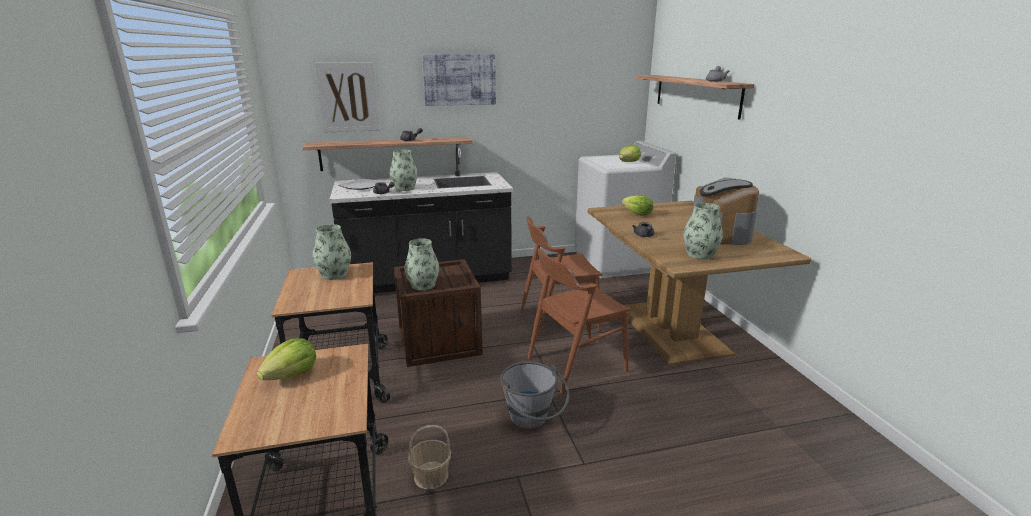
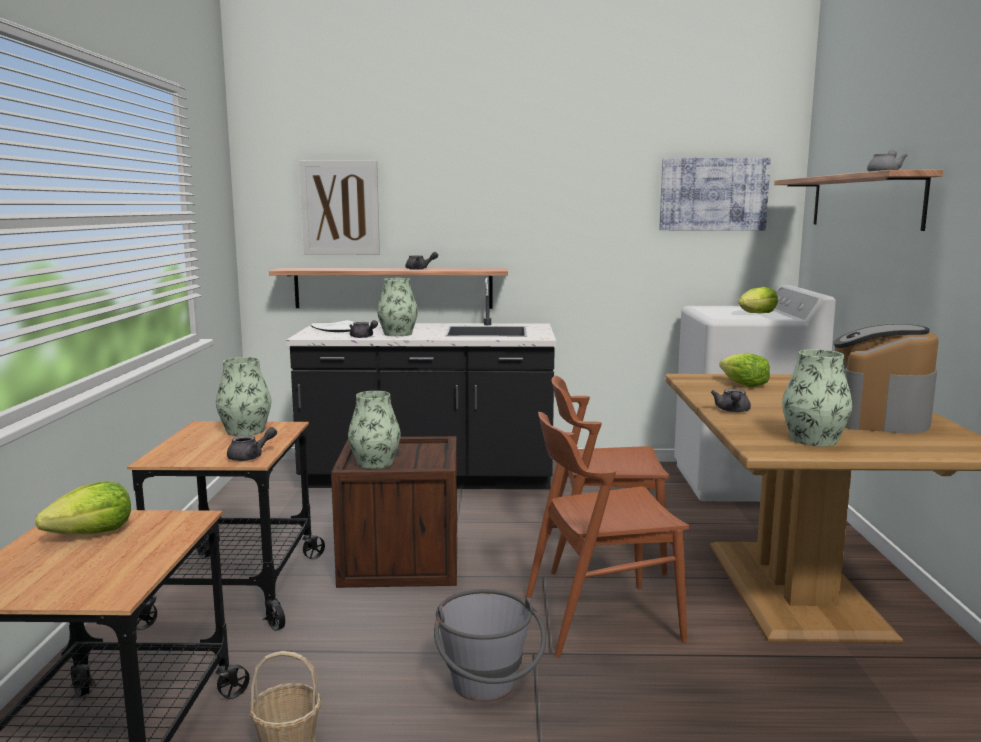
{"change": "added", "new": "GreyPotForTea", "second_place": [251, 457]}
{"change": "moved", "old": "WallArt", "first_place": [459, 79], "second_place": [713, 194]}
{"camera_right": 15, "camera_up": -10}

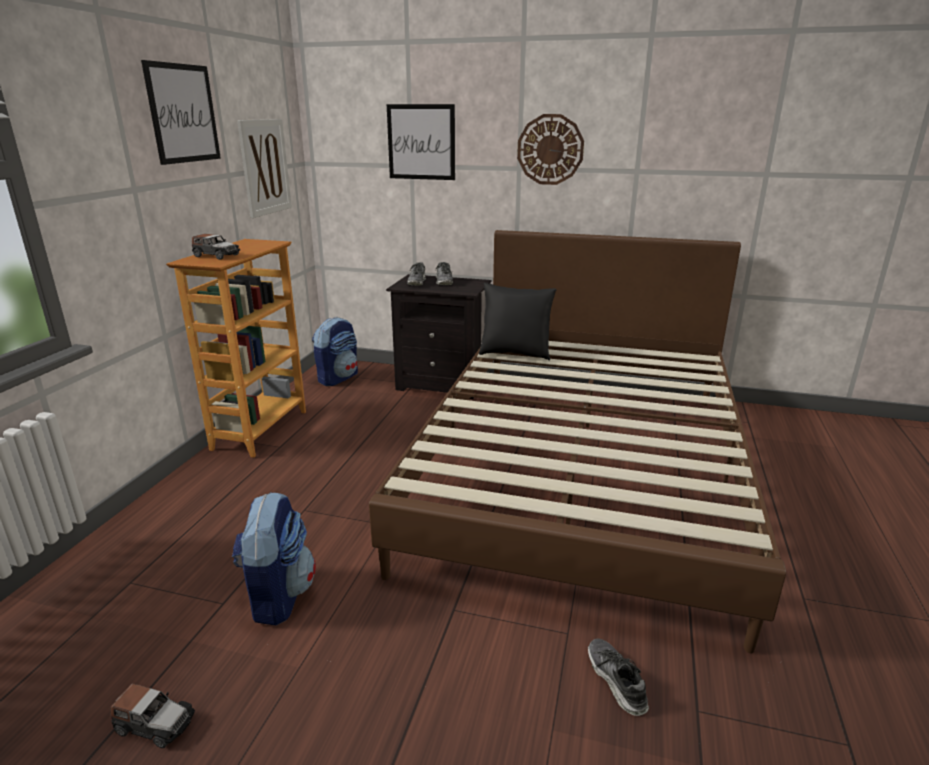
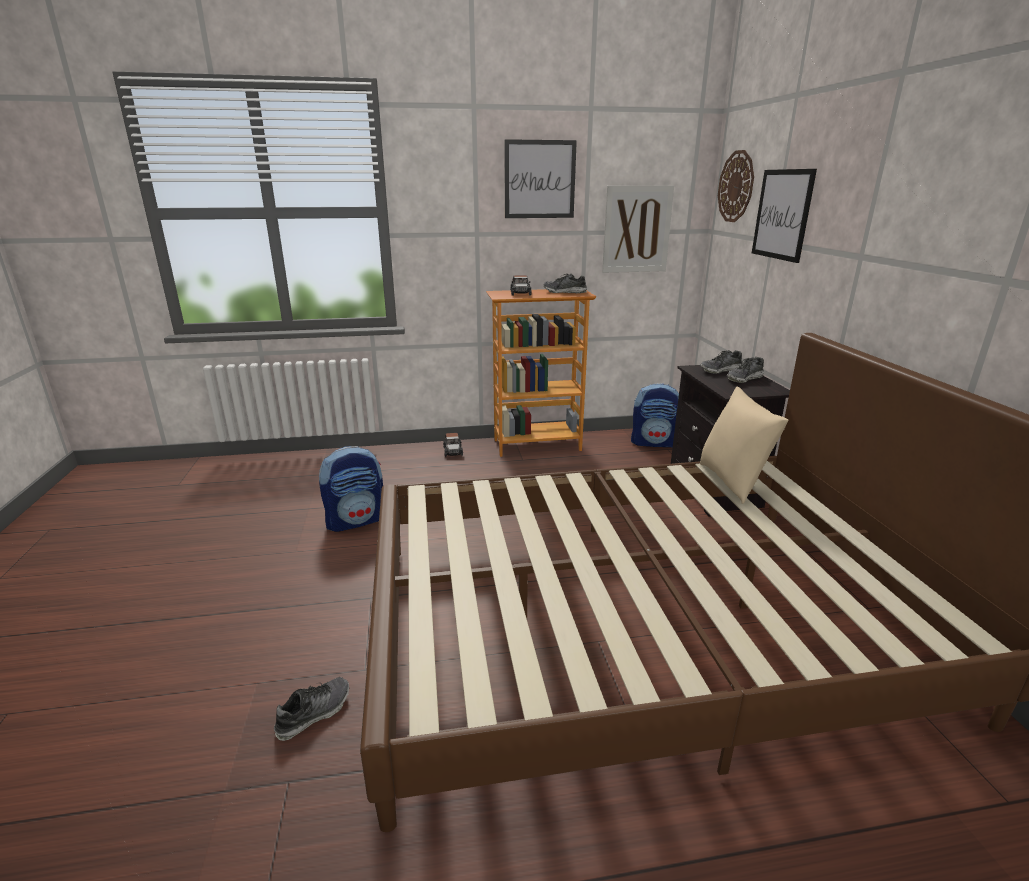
{"change": "added", "new": "LowShoe", "second_place": [565, 292]}
{"change": "moved", "old": "MiniatureCar", "first_place": [154, 724], "second_place": [453, 451]}
{"change": "moved", "old": "WallClock", "first_place": [550, 149], "second_place": [736, 186]}
{"change": "recoloured", "old": "BlackColouredPillow", "new": "BeigePillow", "first_place": [515, 353], "second_place": [732, 481]}
{"camera_right": 65, "camera_up": 0}

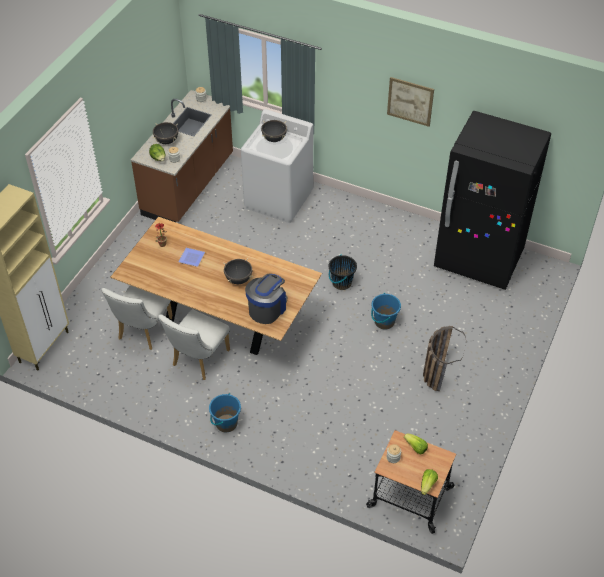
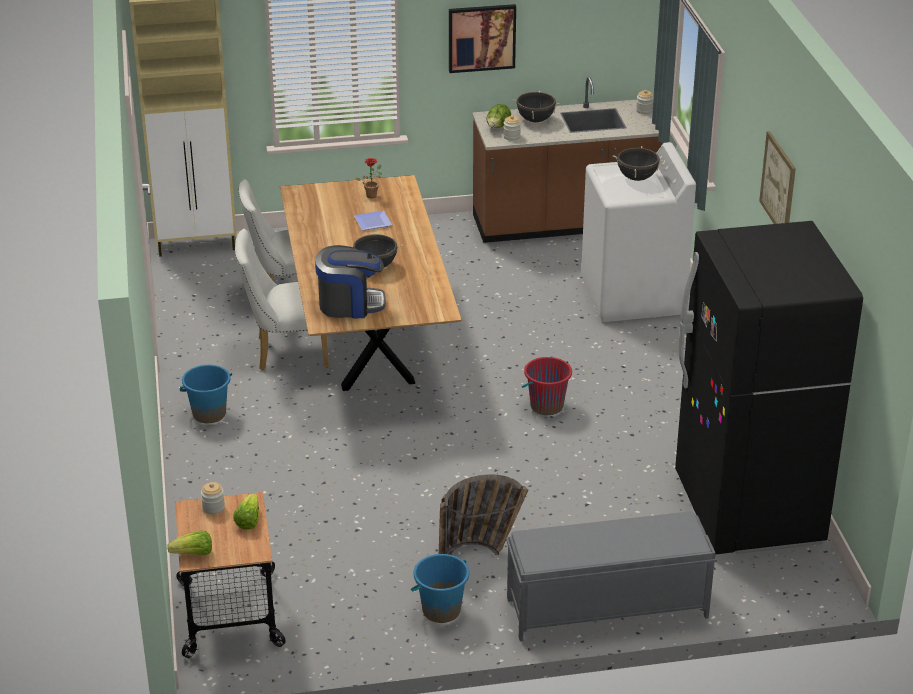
{"change": "added", "new": "WallArt", "second_place": [481, 37]}
{"change": "added", "new": "GreyIndoorBench", "second_place": [605, 608]}
{"change": "moved", "old": "BlueColouredPail", "first_place": [384, 322], "second_place": [441, 610]}
{"change": "recoloured", "old": "BlackColouredPail", "new": "RedPail", "first_place": [341, 283], "second_place": [546, 406]}
{"camera_right": 55, "camera_up": -15}

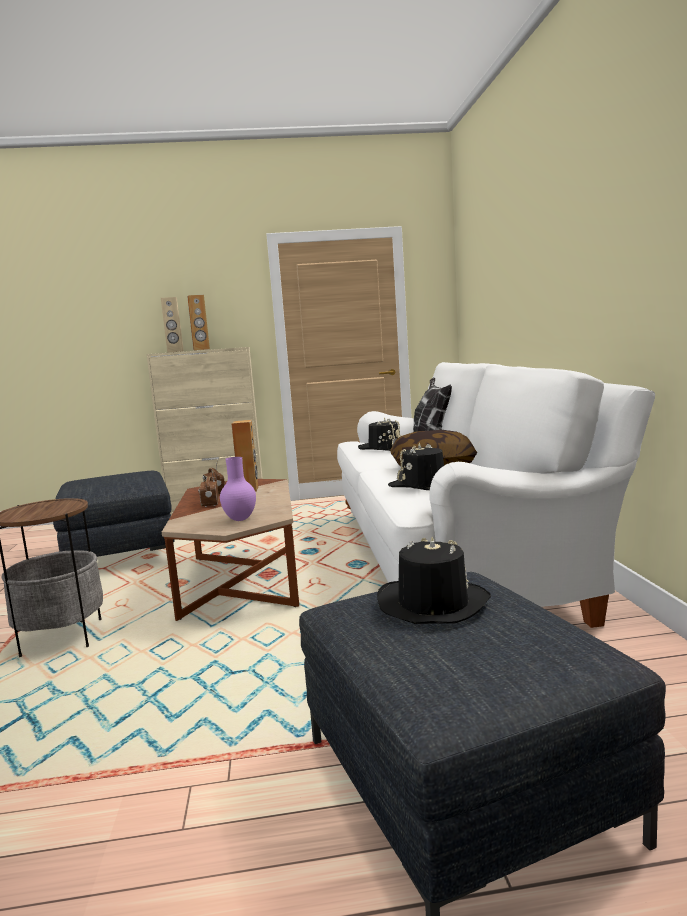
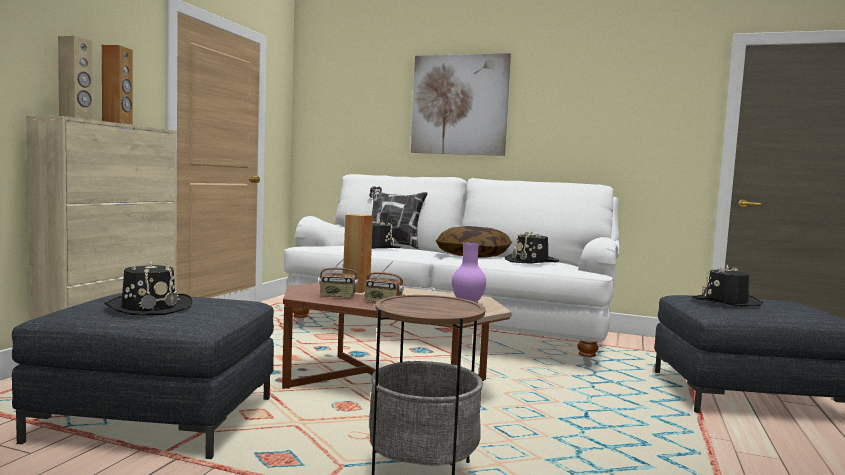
{"change": "added", "new": "BlackColouredHat", "second_place": [149, 307]}
{"change": "added", "new": "WallArt", "second_place": [459, 105]}
{"camera_right": -65, "camera_up": -5}

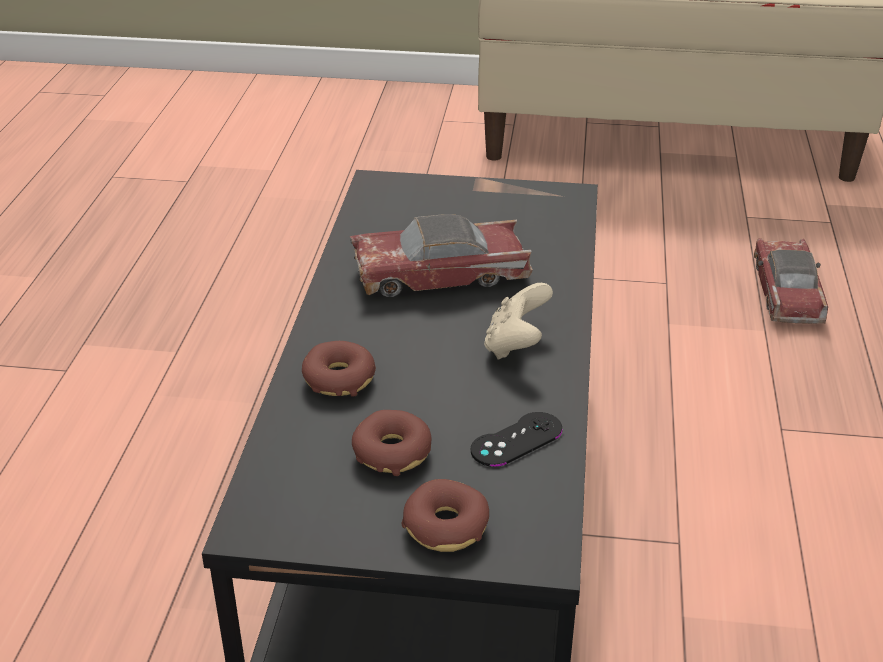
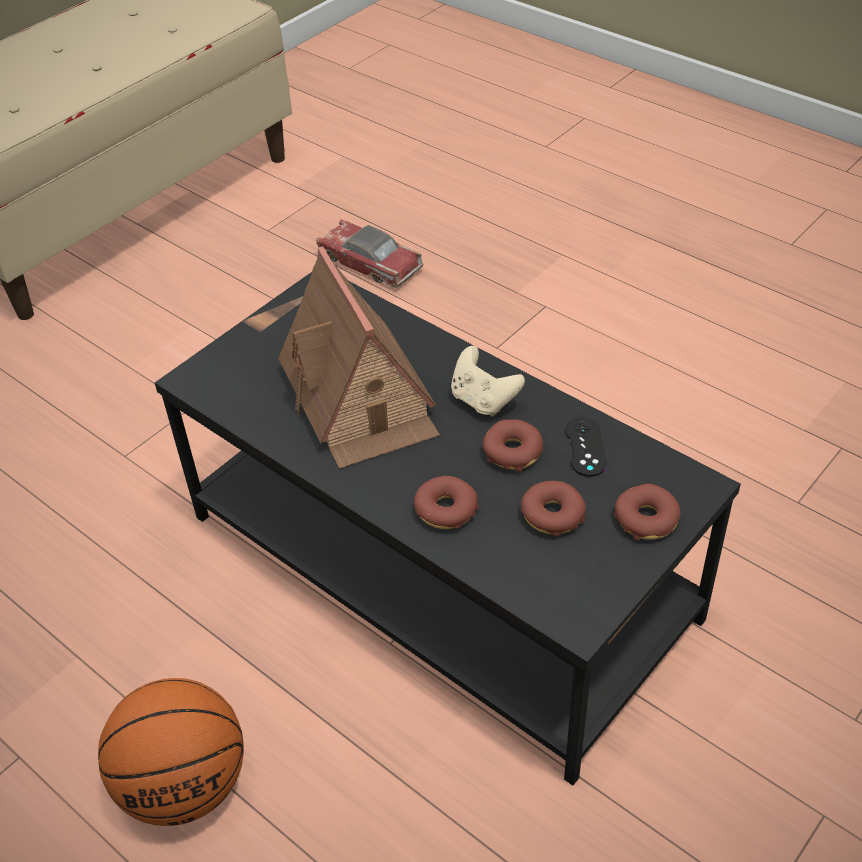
{"change": "added", "new": "Basketball", "second_place": [185, 784]}
{"change": "added", "new": "Donut", "second_place": [512, 452]}
{"change": "replaced", "old": "MiniatureCar", "new": "MiniatureHouse", "first_place": [440, 274], "second_place": [360, 399]}
{"camera_right": -55, "camera_up": 10}

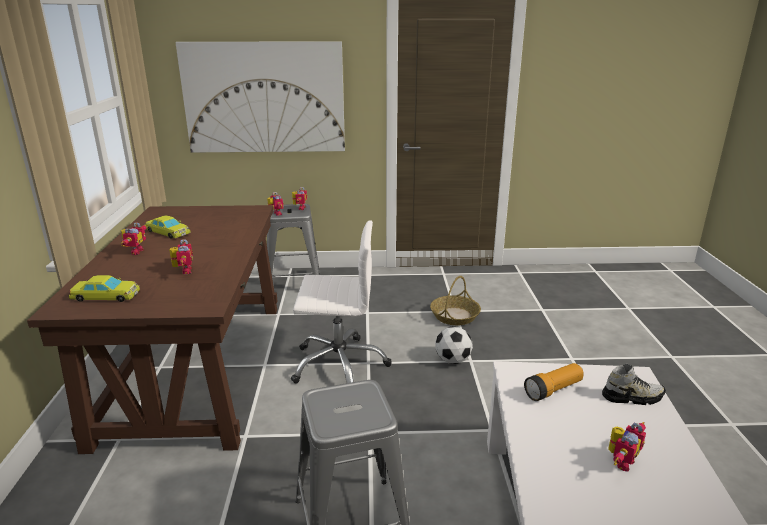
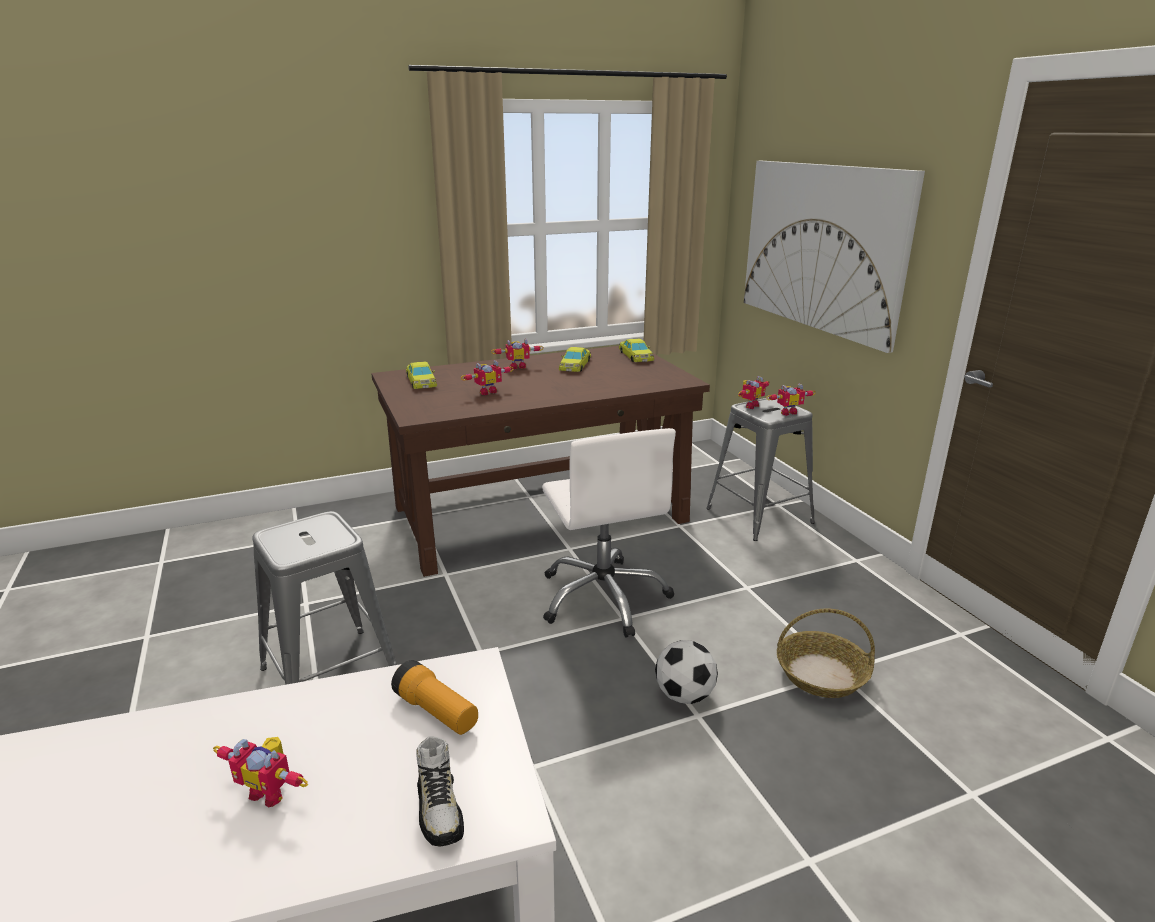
{"change": "added", "new": "YellowColouredMiniatureCar", "second_place": [636, 356]}
{"camera_right": 70, "camera_up": 0}

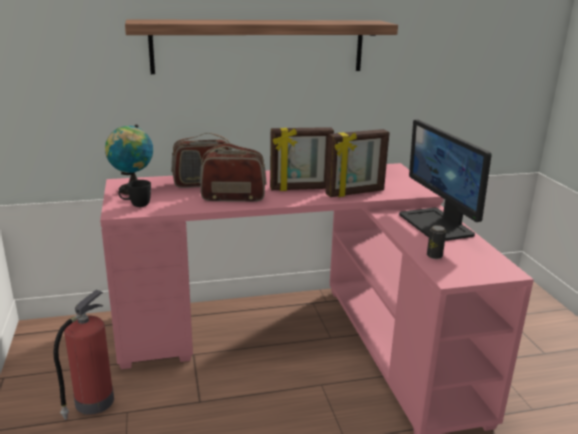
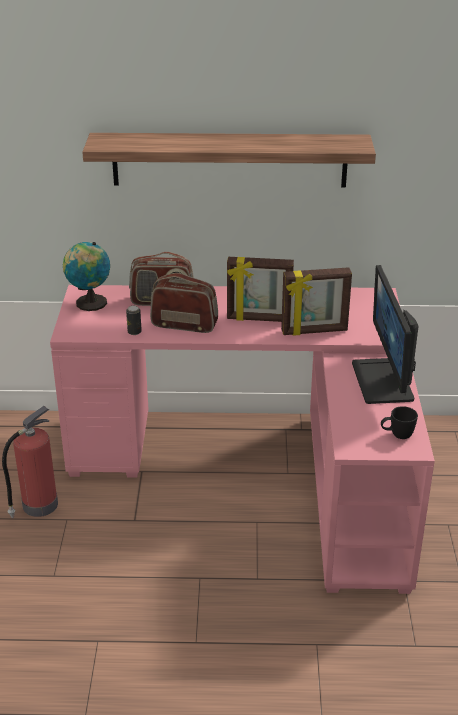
{"change": "moved", "old": "BlackColouredMug", "first_place": [136, 206], "second_place": [397, 435]}
{"change": "moved", "old": "Can", "first_place": [434, 256], "second_place": [134, 332]}
{"camera_right": 15, "camera_up": 10}

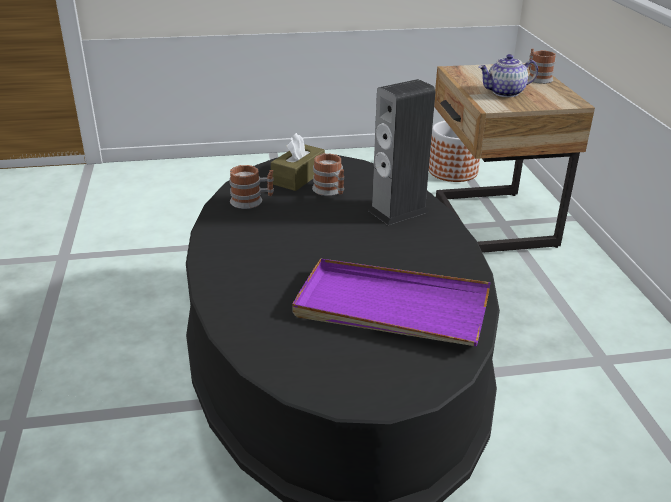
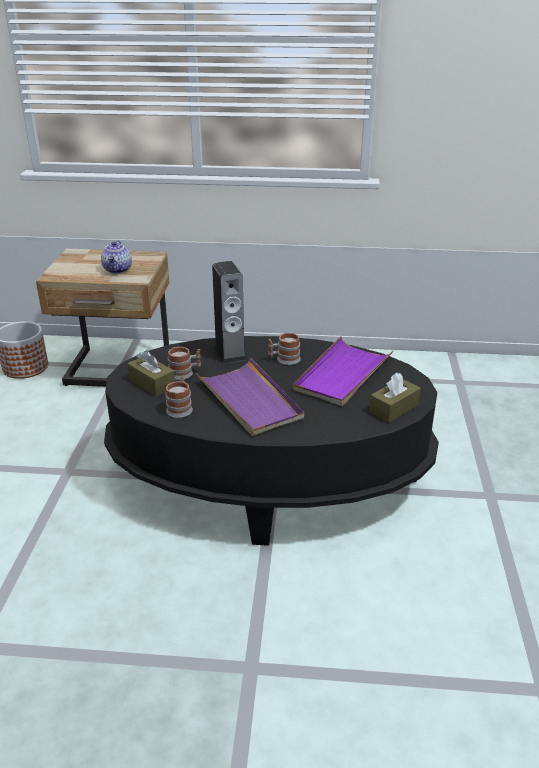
{"change": "added", "new": "PurplishCarryingTray", "second_place": [250, 400]}
{"change": "added", "new": "BrownColouredTissueHolder", "second_place": [393, 408]}
{"change": "moved", "old": "Mug", "first_place": [537, 78], "second_place": [284, 359]}
{"camera_right": -75, "camera_up": 0}

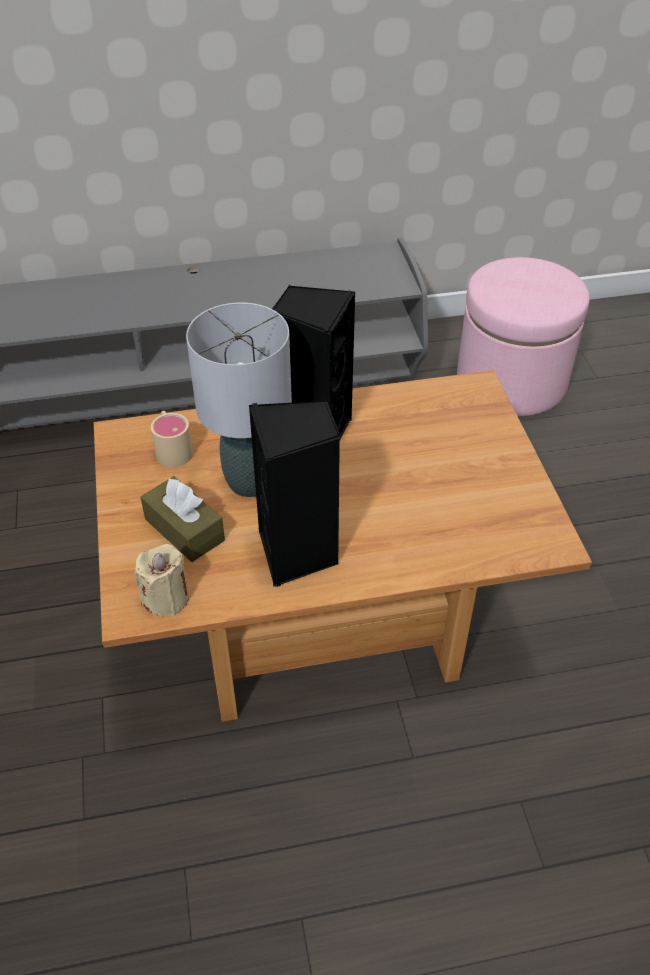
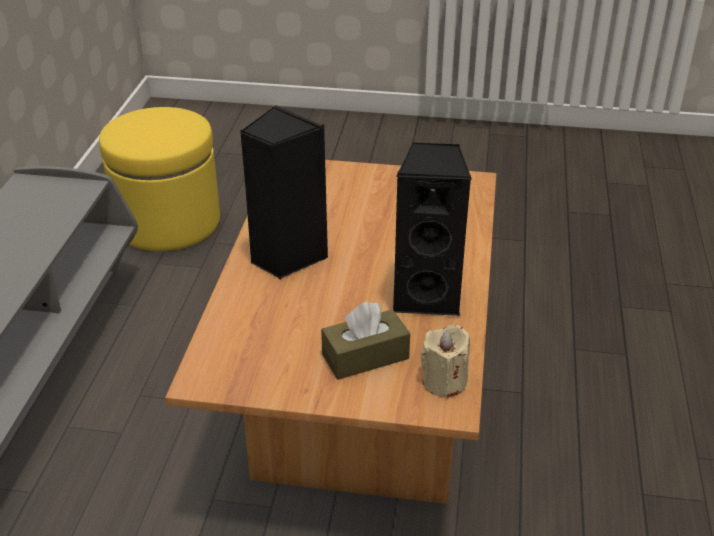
{"change": "removed", "old": "BeigeMug", "first_place": [172, 448]}
{"change": "removed", "old": "GreyLampForATable", "first_place": [250, 482]}
{"change": "recoloured", "old": "PinkColouredOttoman", "new": "YellowColouredOttoman", "first_place": [511, 381], "second_place": [168, 223]}
{"camera_right": -70, "camera_up": -10}

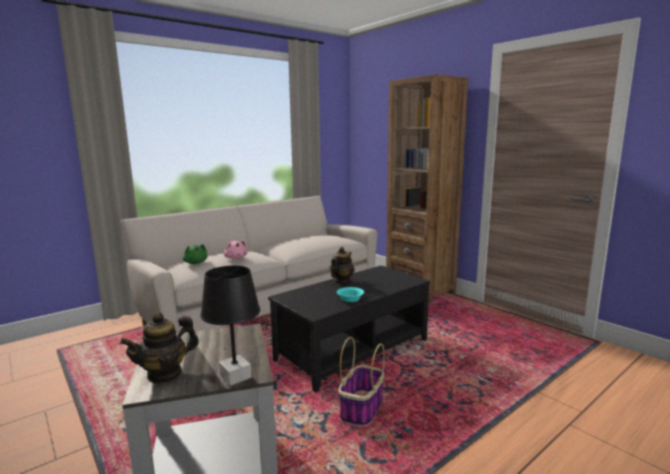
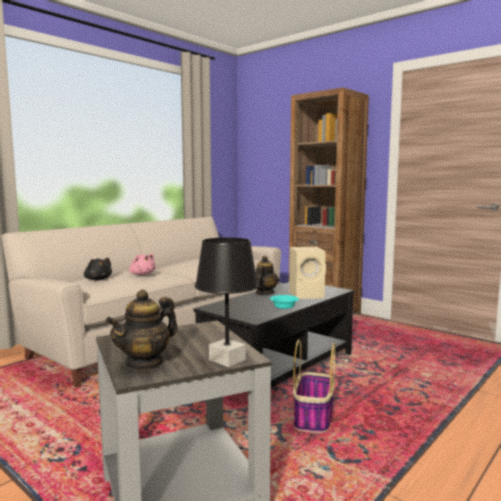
{"change": "added", "new": "BeigeLoudspeaker", "second_place": [307, 295]}
{"change": "recoloured", "old": "GreenColouredCuddlyToy", "new": "BlackColouredCuddlyToy", "first_place": [196, 263], "second_place": [98, 279]}
{"camera_right": -10, "camera_up": -5}

